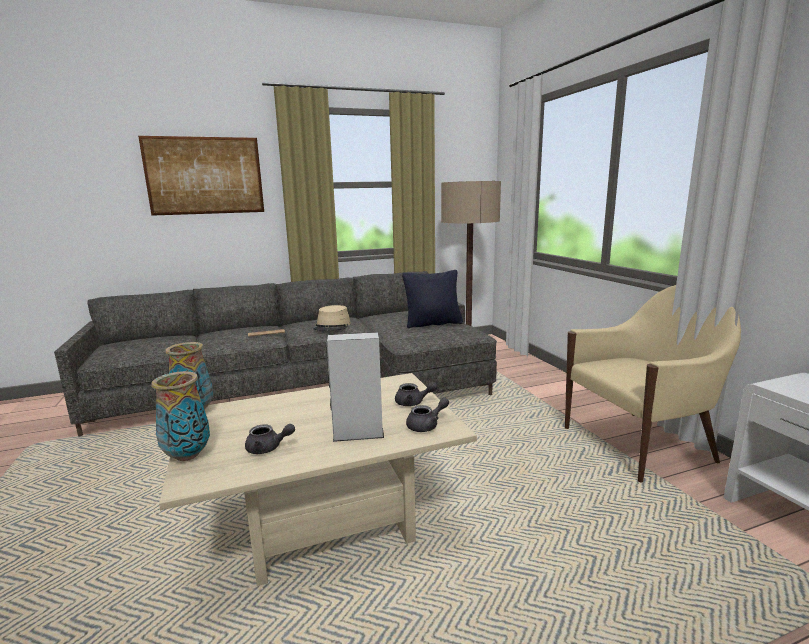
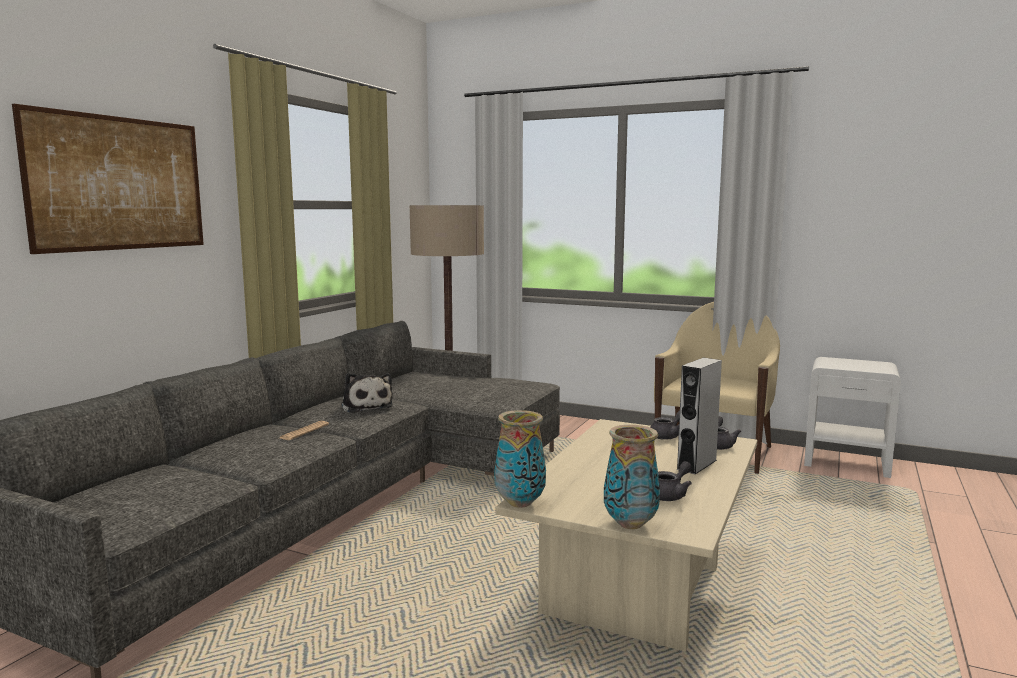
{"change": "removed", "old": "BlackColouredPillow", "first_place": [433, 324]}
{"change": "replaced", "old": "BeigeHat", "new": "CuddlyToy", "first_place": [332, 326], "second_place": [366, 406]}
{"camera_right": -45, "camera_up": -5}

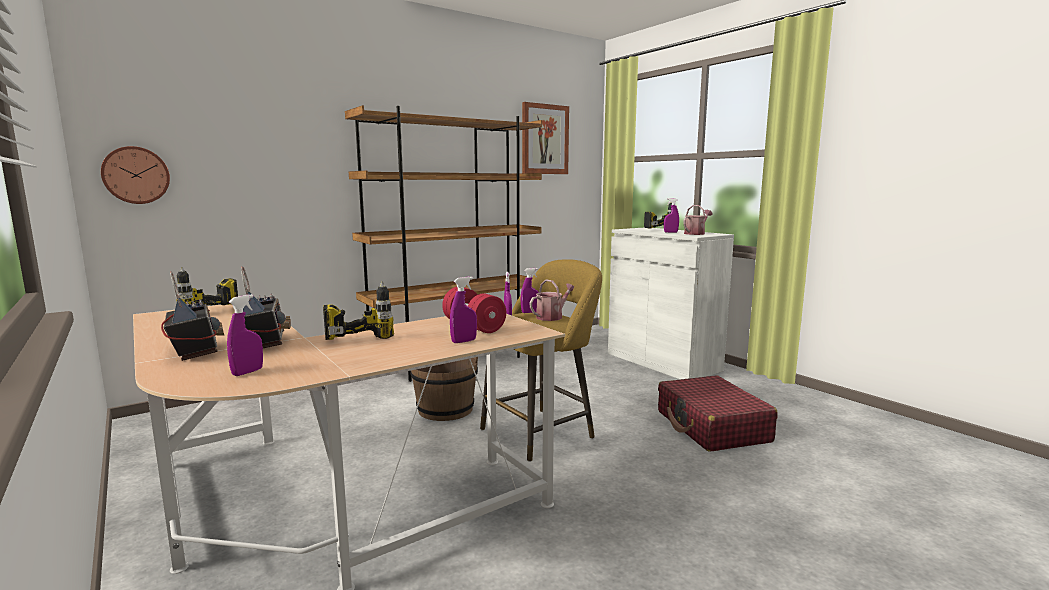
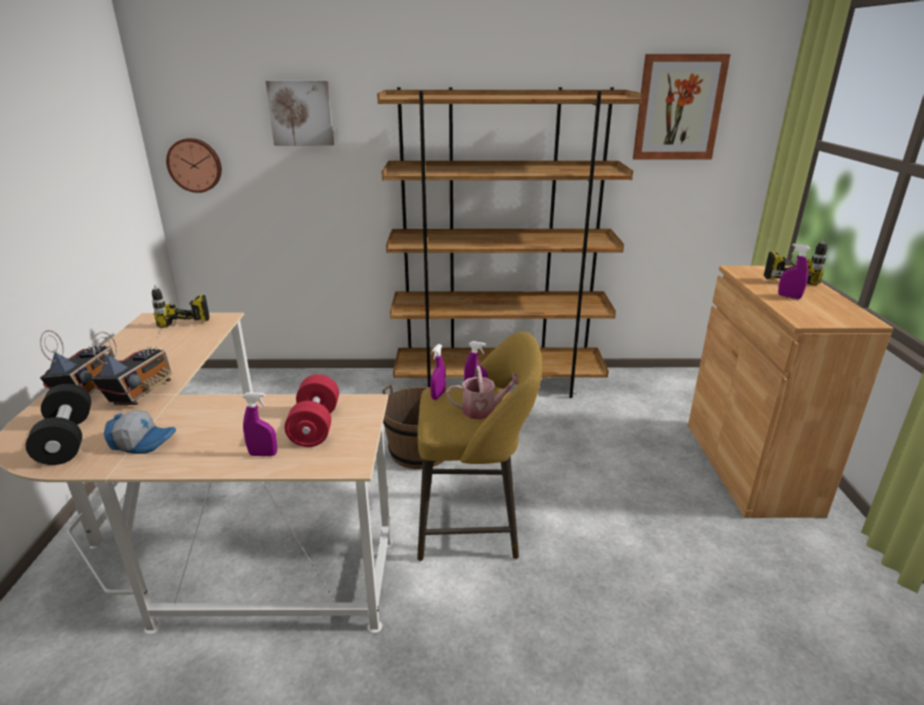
{"change": "removed", "old": "PowerDrill", "first_place": [360, 334]}
{"change": "removed", "old": "RedTravelCase", "first_place": [712, 427]}
{"change": "removed", "old": "WateringPot", "first_place": [696, 233]}
{"change": "added", "new": "BaseballCap", "second_place": [143, 441]}
{"change": "added", "new": "WallArt", "second_place": [301, 113]}
{"change": "replaced", "old": "PurplishHandSprayer", "new": "BlackColouredDumbbell", "first_place": [247, 372], "second_place": [67, 440]}
{"change": "recoloured", "old": "WhiteColouredCabinet", "new": "BrownColouredCabinet", "first_place": [662, 362], "second_place": [749, 466]}
{"camera_right": 35, "camera_up": 15}

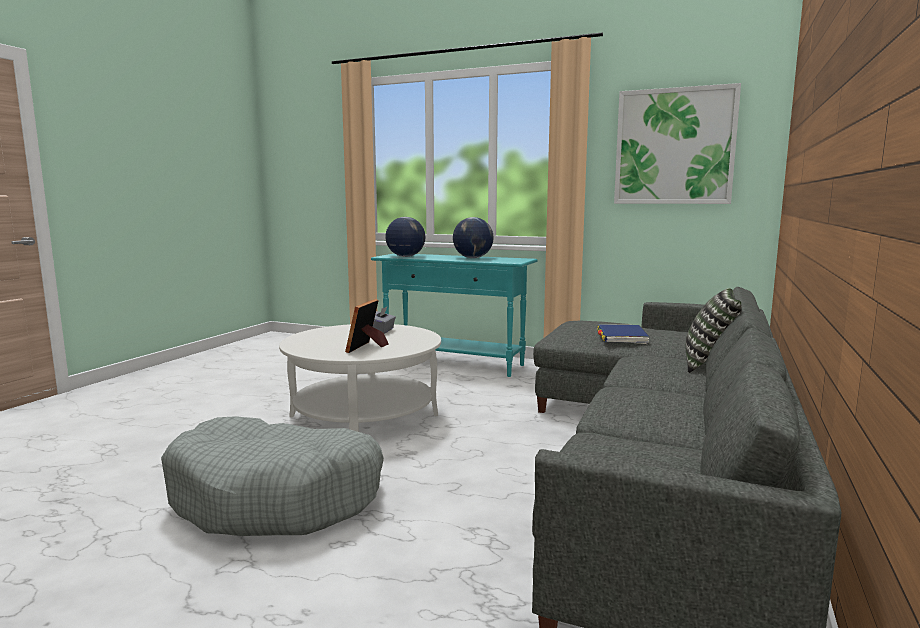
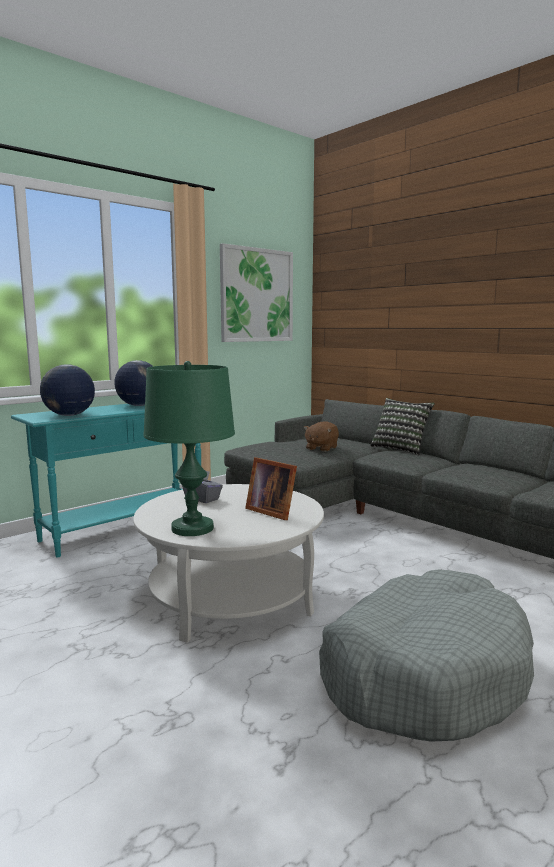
{"change": "added", "new": "GreenColouredLampForATable", "second_place": [193, 528]}
{"change": "replaced", "old": "BlueColouredBook", "new": "BrownColouredCuddlyToy", "first_place": [621, 337], "second_place": [321, 448]}
{"camera_right": -65, "camera_up": 0}

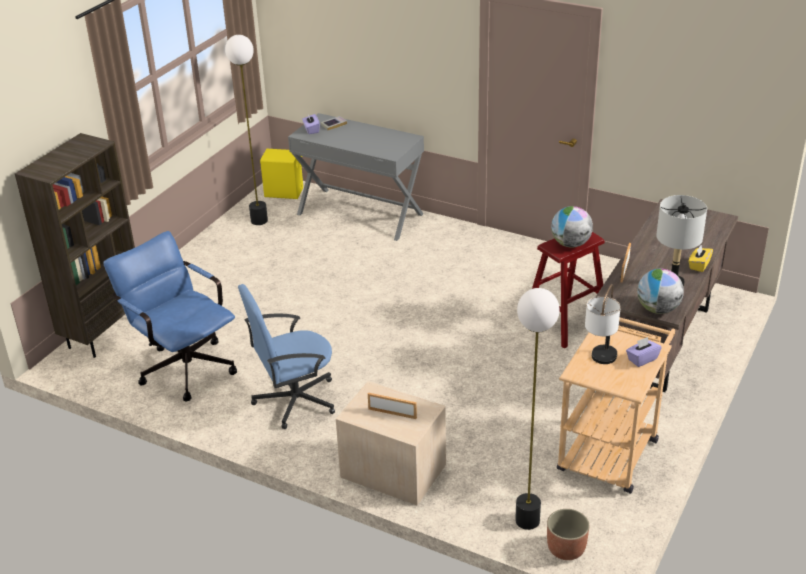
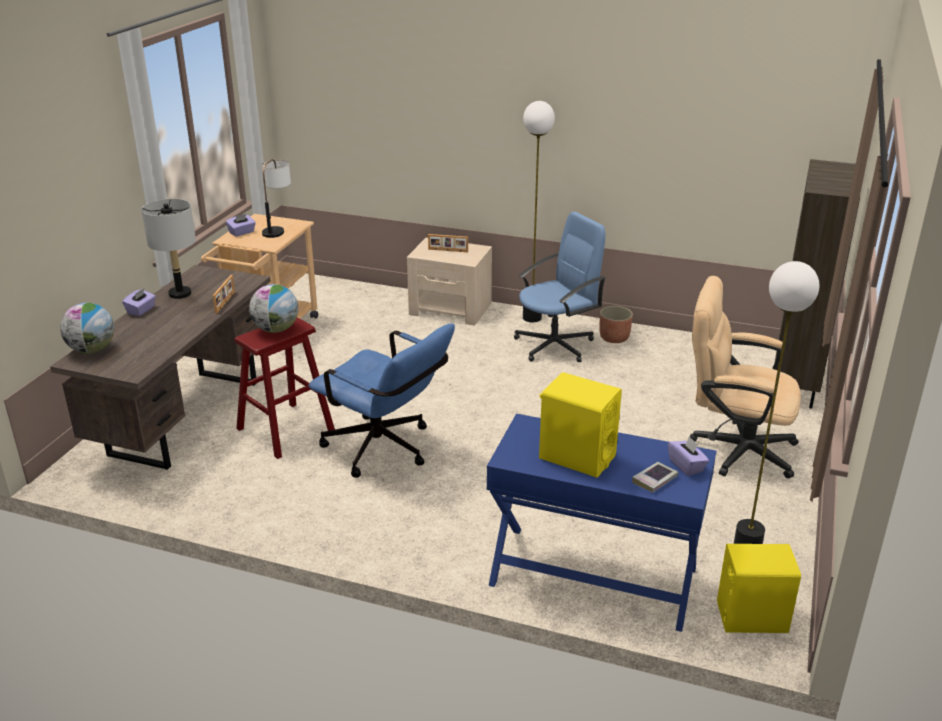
{"change": "added", "new": "YellowColouredLoudspeaker", "second_place": [577, 457]}
{"change": "added", "new": "BeigeDeskChair", "second_place": [733, 449]}
{"change": "moved", "old": "BlueColouredDeskChair", "first_place": [183, 365], "second_place": [385, 451]}
{"change": "moved", "old": "StandingLamp", "first_place": [527, 520], "second_place": [532, 318]}
{"change": "moved", "old": "PlantPot", "first_place": [566, 548], "second_place": [614, 338]}
{"change": "moved", "old": "Globe", "first_place": [657, 309], "second_place": [92, 350]}
{"change": "recoloured", "old": "GreyDesk", "new": "BlueColouredDesk", "first_place": [360, 213], "second_place": [592, 577]}
{"change": "recoloured", "old": "YellowColouredTissueHolder", "new": "PurplishTissueHolder", "first_place": [699, 265], "second_place": [141, 310]}
{"camera_right": 170, "camera_up": -5}

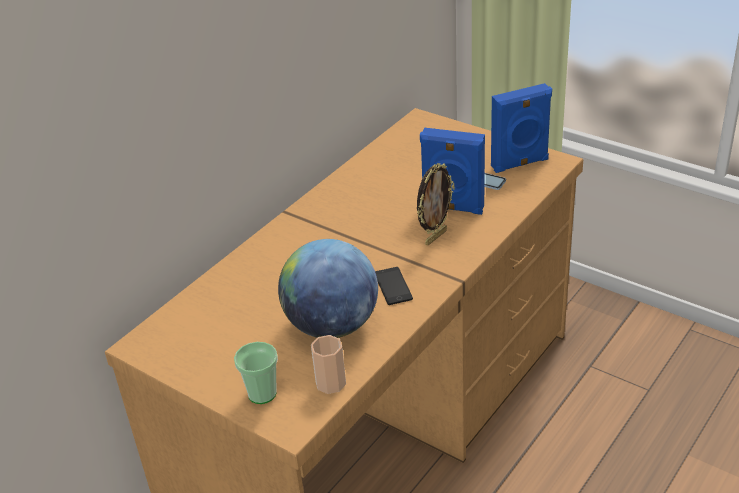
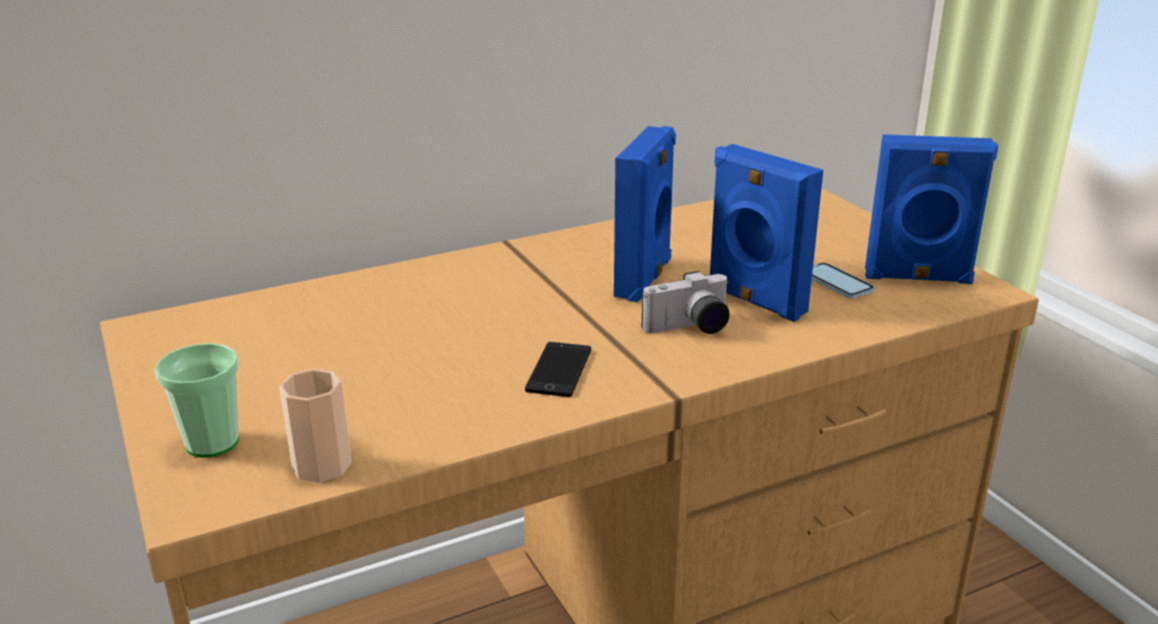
{"change": "removed", "old": "Globe", "first_place": [332, 325]}
{"change": "added", "new": "BlueColouredLoudspeaker", "second_place": [645, 279]}
{"change": "replaced", "old": "StandingFrame", "new": "PhotoCamera", "first_place": [435, 237], "second_place": [690, 328]}
{"camera_right": 25, "camera_up": -10}

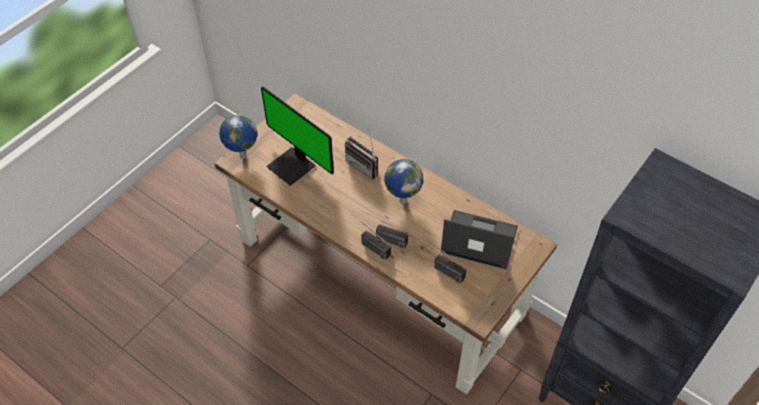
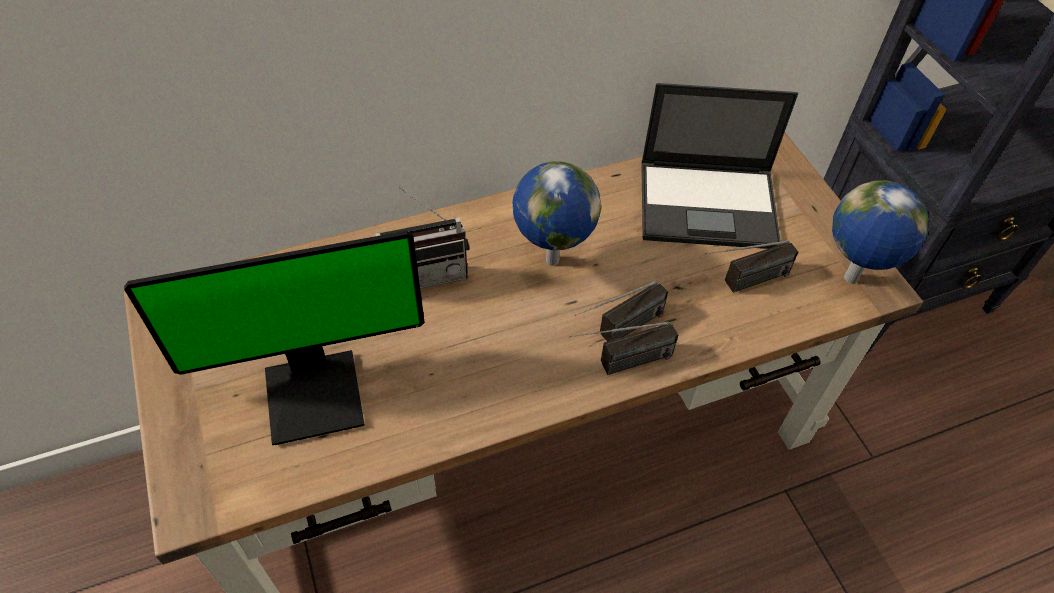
{"change": "moved", "old": "Globe", "first_place": [242, 156], "second_place": [850, 280]}
{"change": "turned", "old": "NotebookComputer", "first_place": [478, 240], "second_place": [709, 204], "degrees": -135}
{"camera_right": -60, "camera_up": 0}

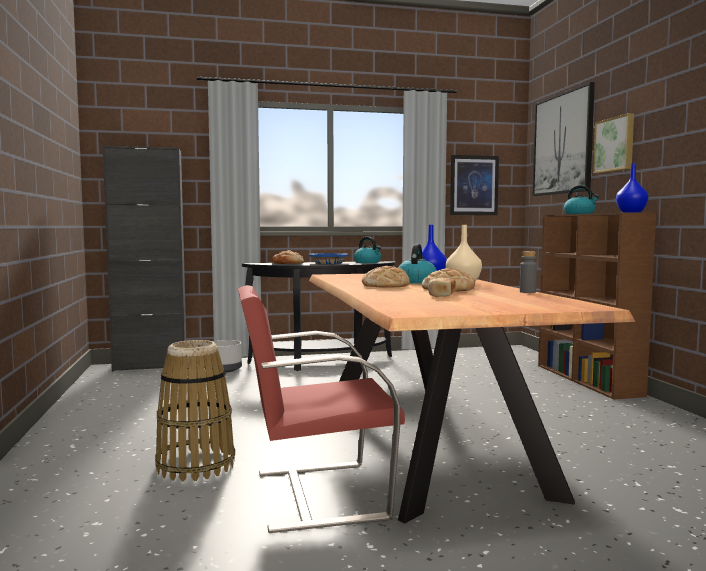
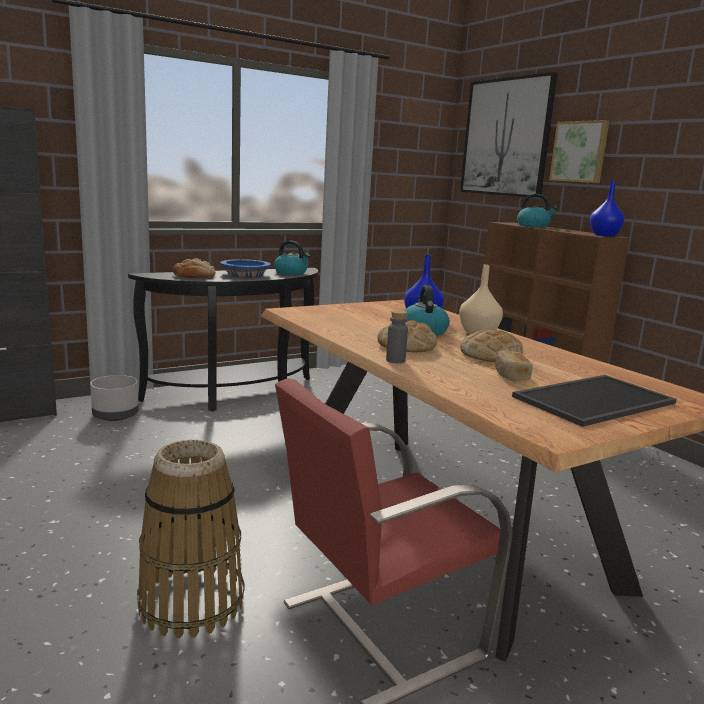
{"change": "removed", "old": "WallArt", "first_place": [473, 185]}
{"change": "added", "new": "CarryingTray", "second_place": [593, 399]}
{"change": "moved", "old": "GreyDrinkBottle", "first_place": [527, 292], "second_place": [395, 360]}
{"camera_right": -20, "camera_up": 10}

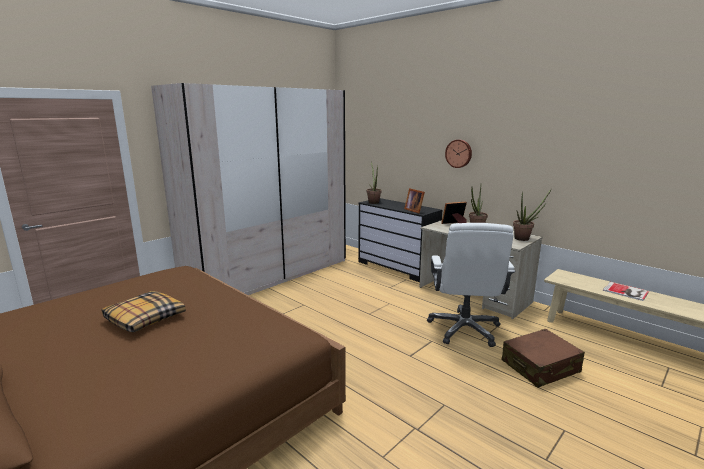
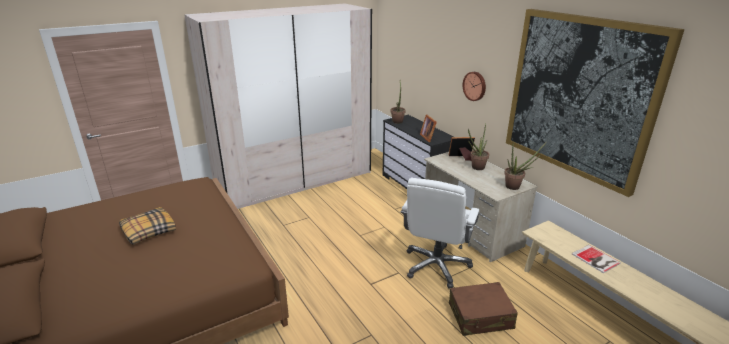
{"change": "added", "new": "WallArt", "second_place": [579, 97]}
{"camera_right": 15, "camera_up": 10}

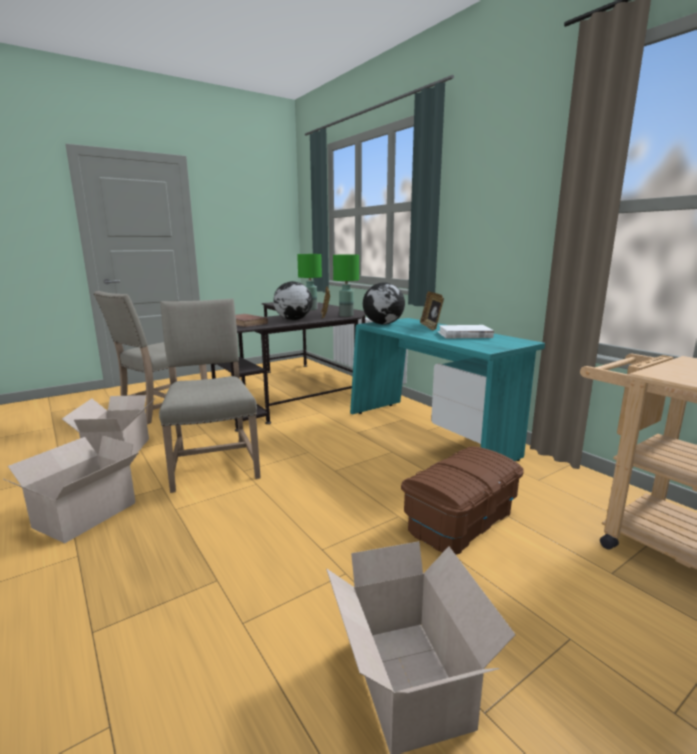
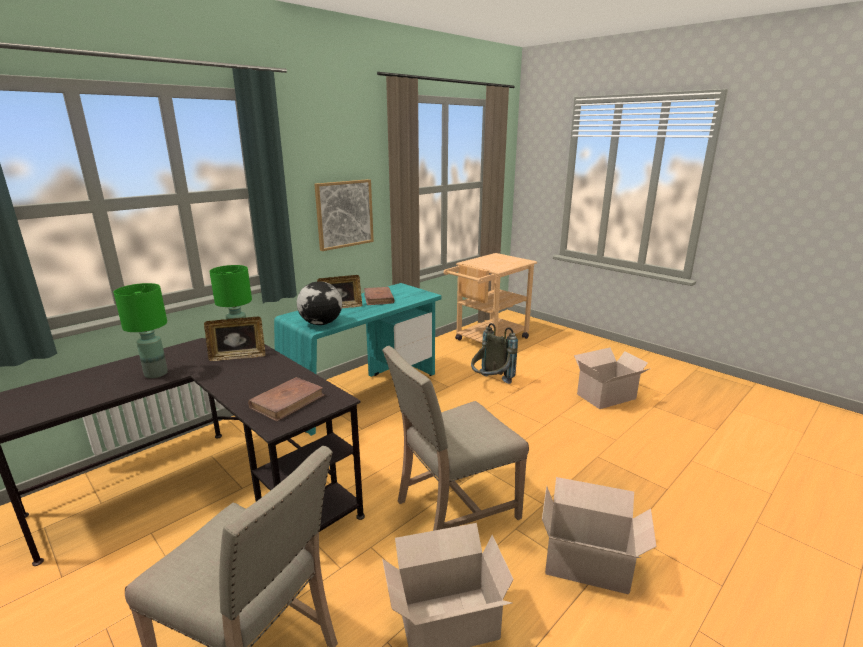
{"change": "removed", "old": "Globe", "first_place": [293, 320]}
{"change": "added", "new": "WallArt", "second_place": [344, 214]}
{"change": "replaced", "old": "BrownColouredStorageContainer", "new": "GreyBackpack", "first_place": [461, 520], "second_place": [490, 384]}
{"change": "recoloured", "old": "WhiteColouredBook", "new": "BrownColouredBook", "first_place": [464, 335], "second_place": [378, 298]}
{"camera_right": -100, "camera_up": 5}

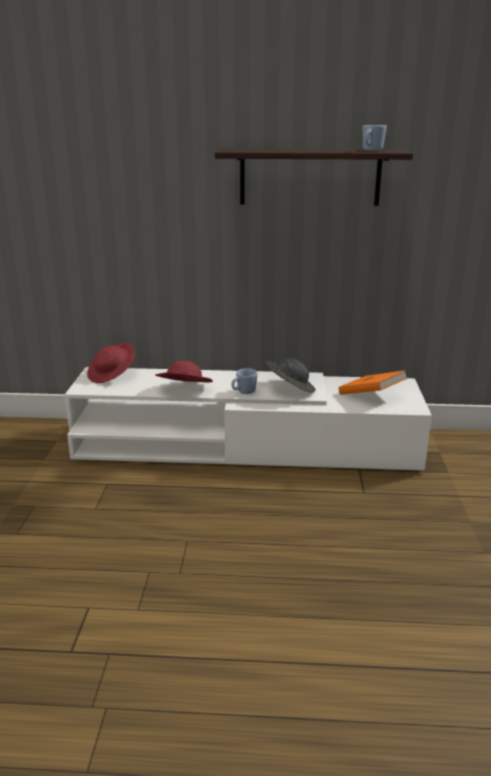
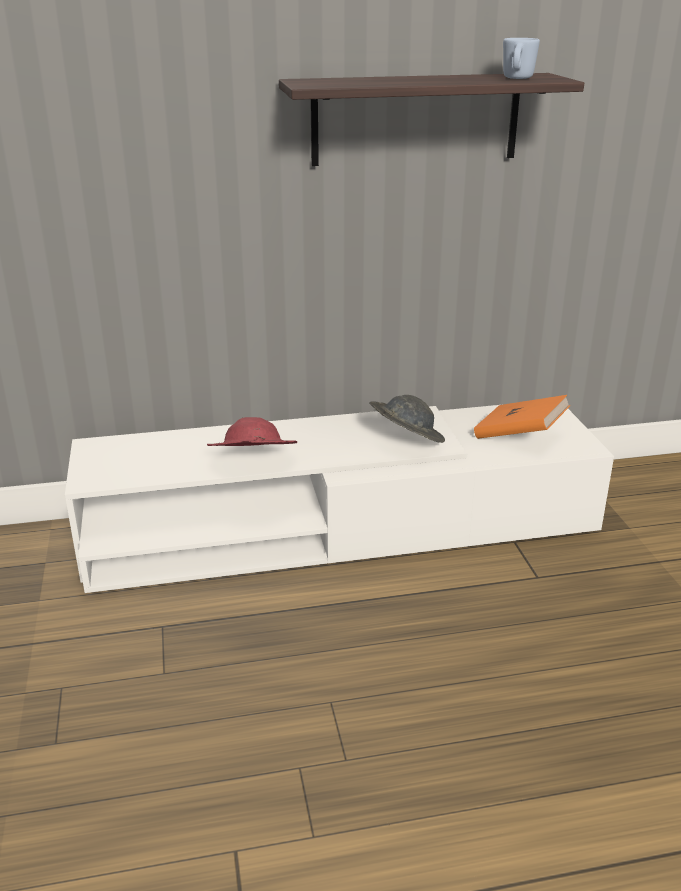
{"change": "removed", "old": "RedHat", "first_place": [112, 375]}
{"change": "removed", "old": "BlueColouredMug", "first_place": [243, 392]}
{"camera_right": -15, "camera_up": 5}

